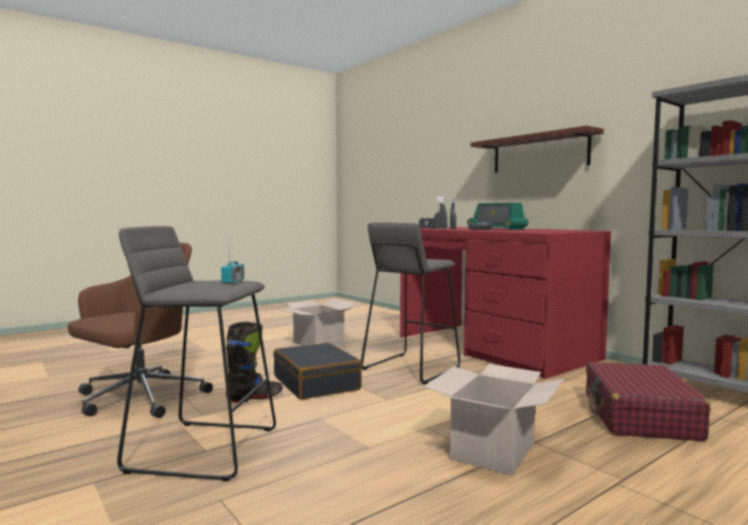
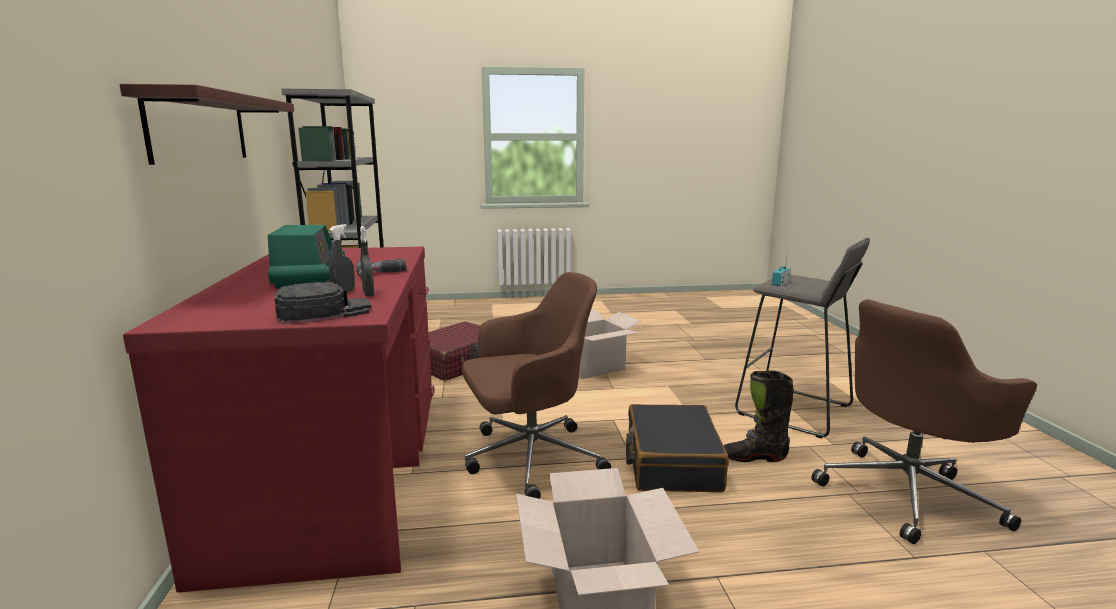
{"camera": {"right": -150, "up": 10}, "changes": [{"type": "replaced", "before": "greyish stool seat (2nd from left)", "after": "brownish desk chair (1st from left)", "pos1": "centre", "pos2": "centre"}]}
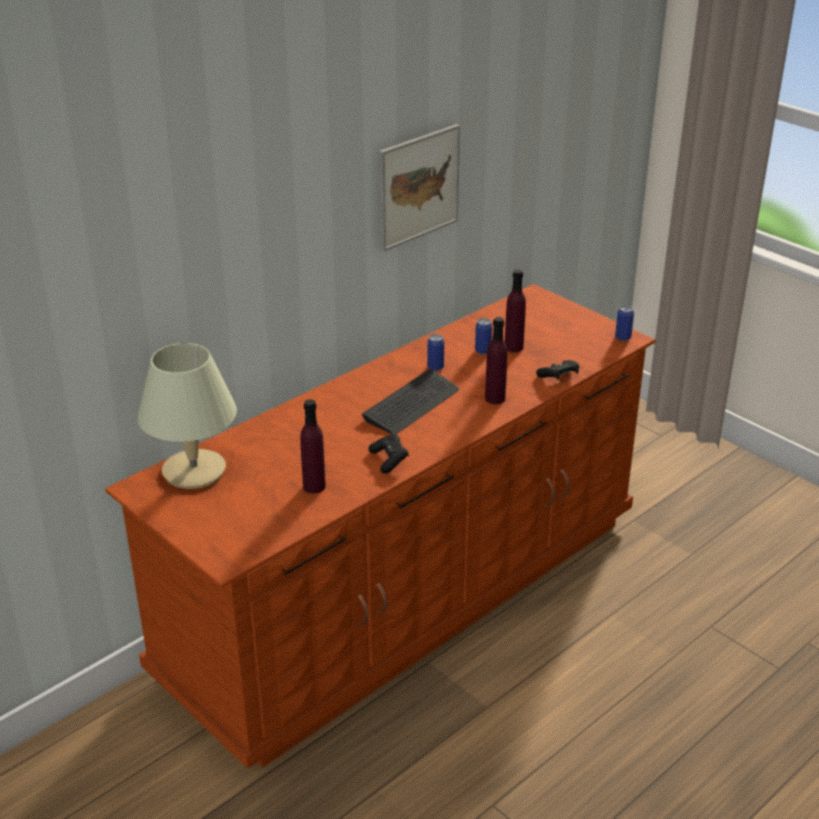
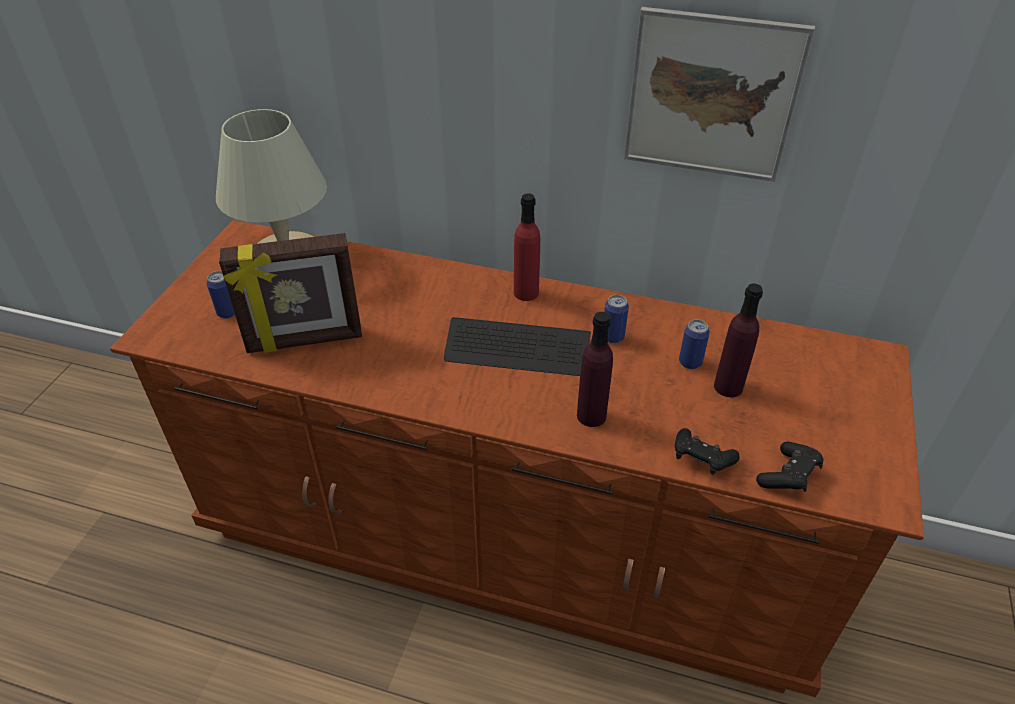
{"camera": {"right": 60, "up": 10}, "changes": [{"type": "moved", "before": "sealed can (3rd from left in the first image)", "after": "sealed can (1st from left)", "pos1": "middle right", "pos2": "middle left"}, {"type": "replaced", "before": "purple bottle (1st from left)", "after": "standing frame", "pos1": "centre", "pos2": "middle left"}, {"type": "moved", "before": "black-coloured gamepad (1st from left in the first image)", "after": "black-coloured gamepad (2nd from left)", "pos1": "centre", "pos2": "middle right"}, {"type": "added", "after": "reddish bottle", "pos2": "centre"}]}
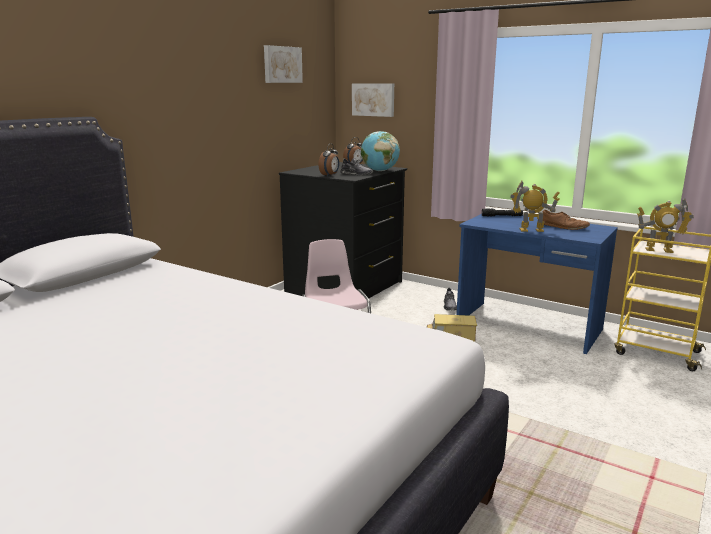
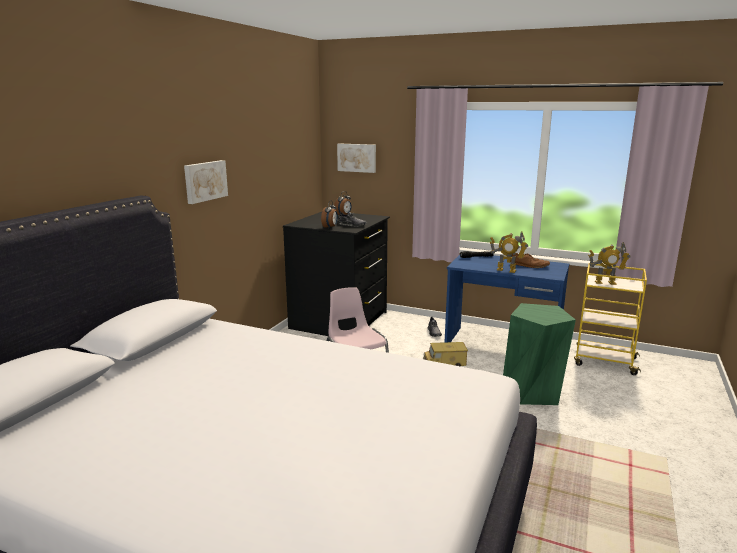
{"camera": {"right": -10, "up": 0}, "changes": [{"type": "moved", "before": "picture (1st from left)", "pos1": "top centre", "pos2": "top left"}, {"type": "removed", "before": "desk globe", "pos1": "top centre"}, {"type": "turned", "before": "model robot (1st from left)", "pos1": "middle right", "pos2": "middle right", "turn": -150}, {"type": "added", "after": "greenish stool seat", "pos2": "middle right"}]}
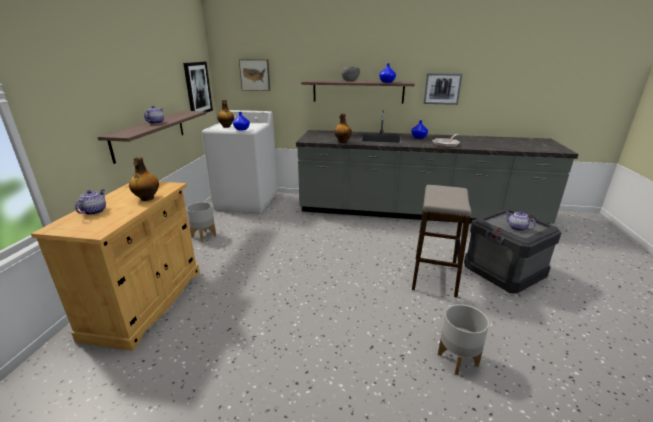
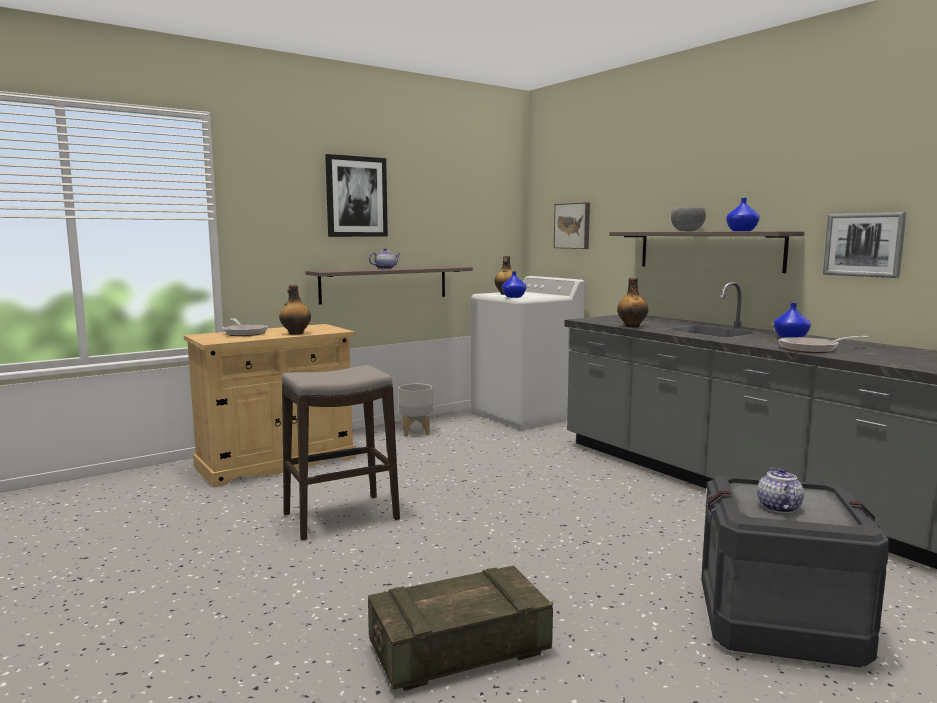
{"camera": {"right": 45, "up": -15}, "changes": [{"type": "moved", "before": "picture (1st from left)", "pos1": "top left", "pos2": "top centre"}, {"type": "moved", "before": "stool seat", "pos1": "middle right", "pos2": "centre"}, {"type": "replaced", "before": "tea pot (1st from left)", "after": "pan (1st from left)", "pos1": "middle left", "pos2": "middle left"}, {"type": "replaced", "before": "greyish plant pot (2nd from left)", "after": "packing crate (1st from left)", "pos1": "bottom right", "pos2": "bottom centre"}]}
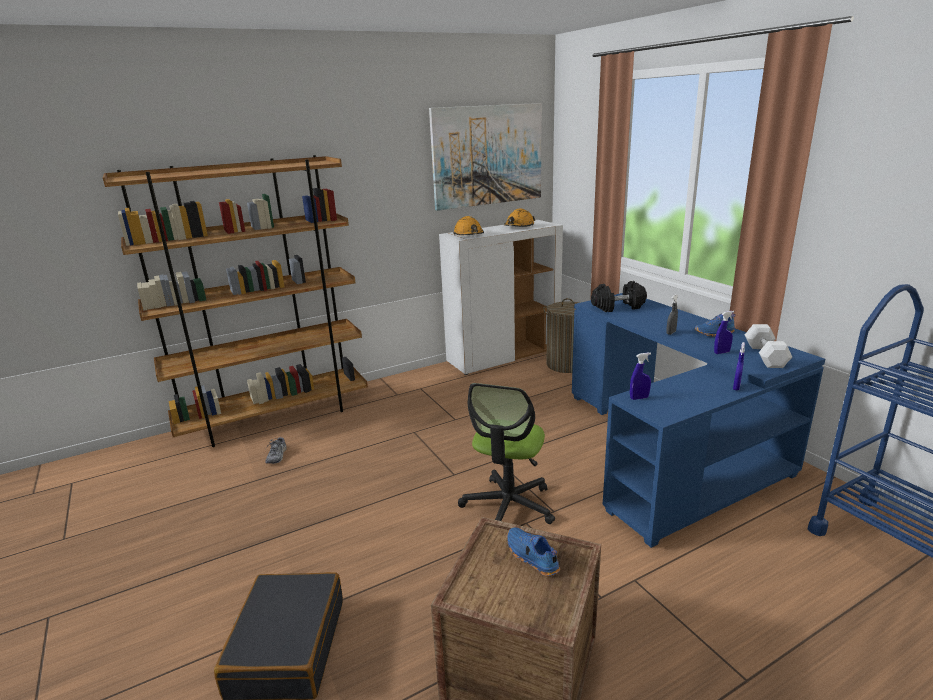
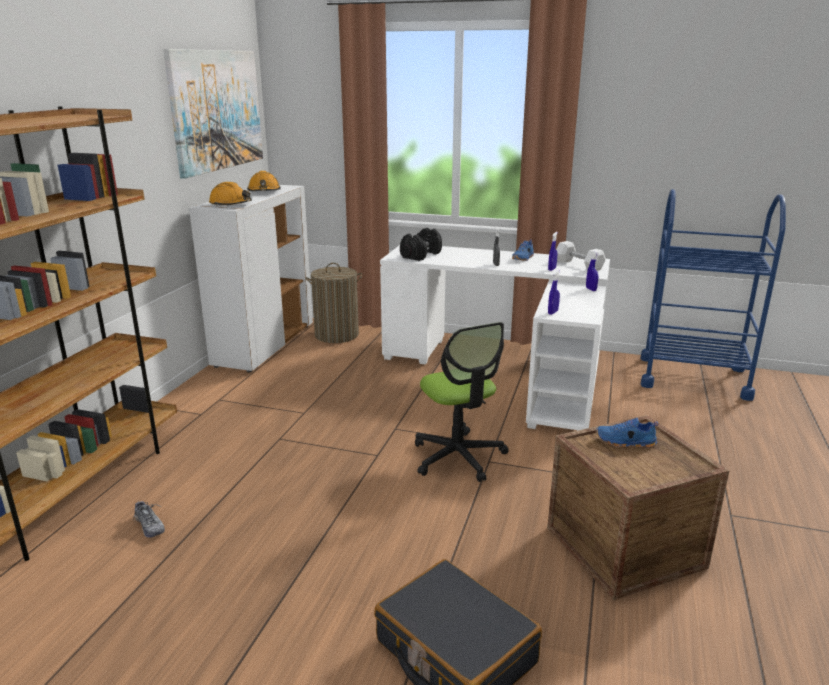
{"camera": {"right": -45, "up": 0}, "changes": [{"type": "recoloured", "before": "bluish desk", "after": "white desk", "pos1": "middle right", "pos2": "centre"}]}
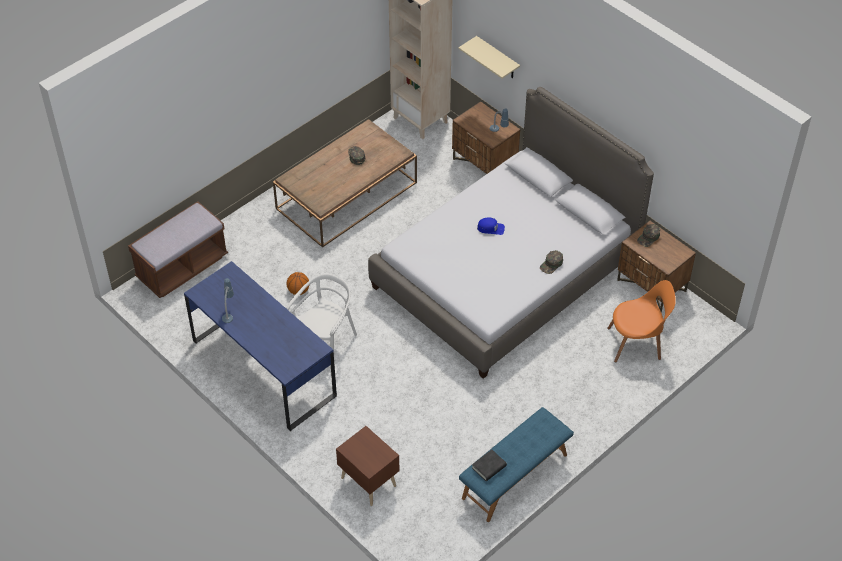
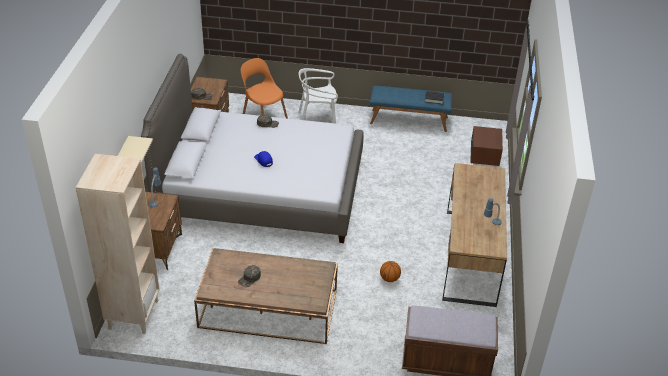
{"camera": {"right": -130, "up": -10}, "changes": [{"type": "recoloured", "before": "bluish desk", "after": "brownish desk", "pos1": "middle left", "pos2": "middle right"}, {"type": "moved", "before": "white upright chair", "pos1": "centre", "pos2": "top centre"}]}
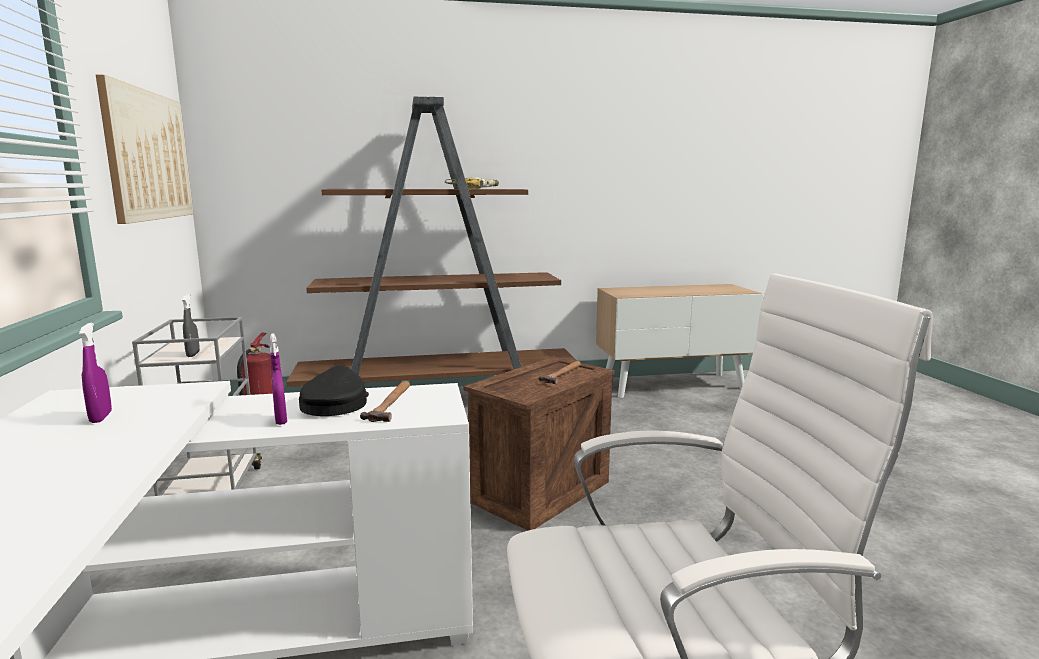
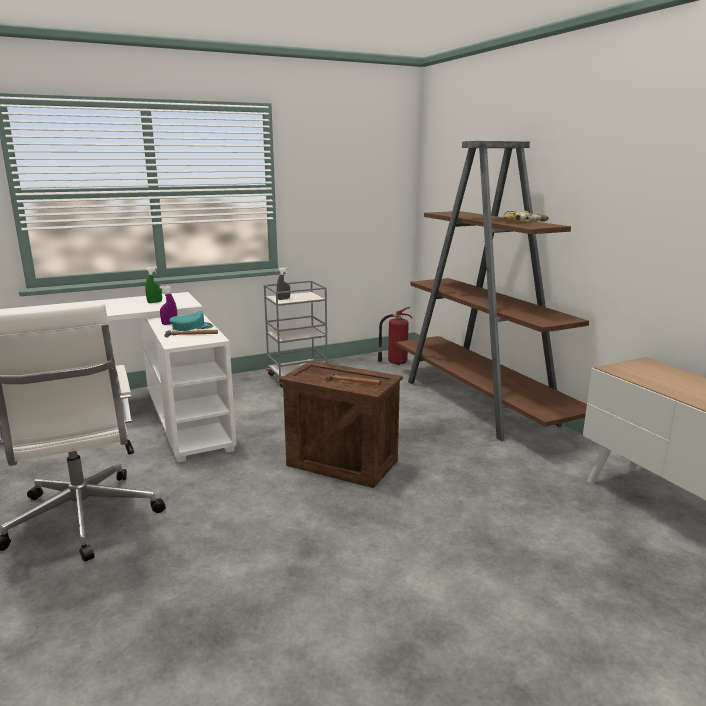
{"camera": {"right": 75, "up": 5}, "changes": [{"type": "removed", "before": "picture", "pos1": "top left"}, {"type": "recoloured", "before": "purple hand sprayer (1st from left)", "after": "greenish hand sprayer", "pos1": "middle left", "pos2": "middle left"}, {"type": "recoloured", "before": "black-coloured baseball cap", "after": "blue-green baseball cap", "pos1": "middle left", "pos2": "middle left"}]}
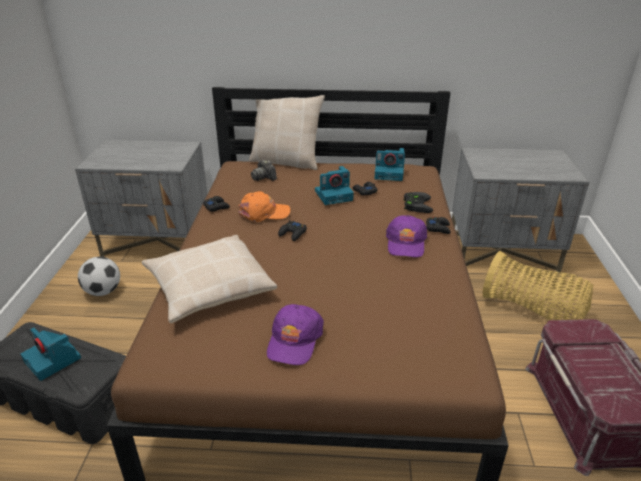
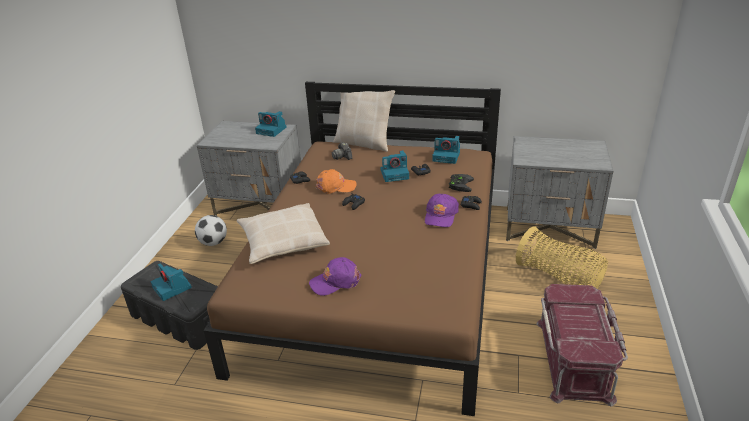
{"camera": {"right": 10, "up": 0}, "changes": [{"type": "turned", "before": "purple baseball cap (1st from left)", "pos1": "bottom centre", "pos2": "centre", "turn": 45}, {"type": "added", "after": "still camera (2nd from left)", "pos2": "top centre"}]}
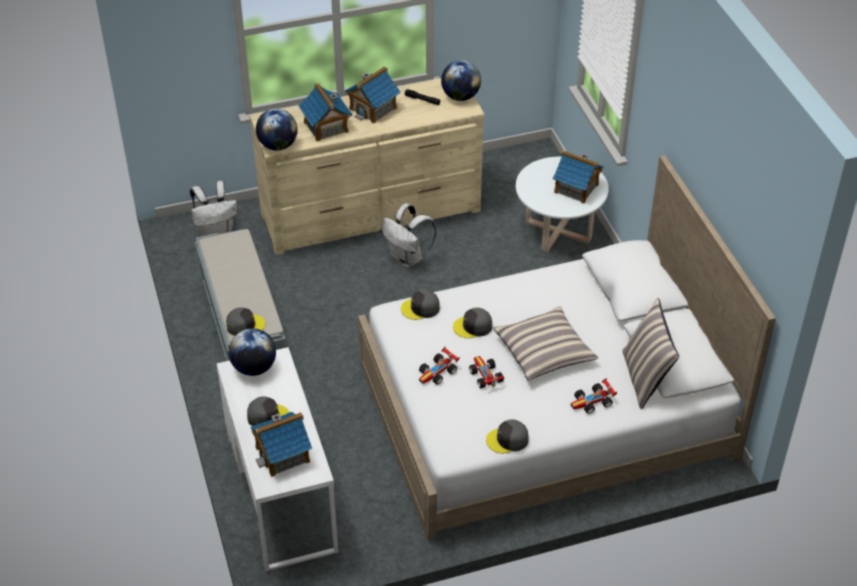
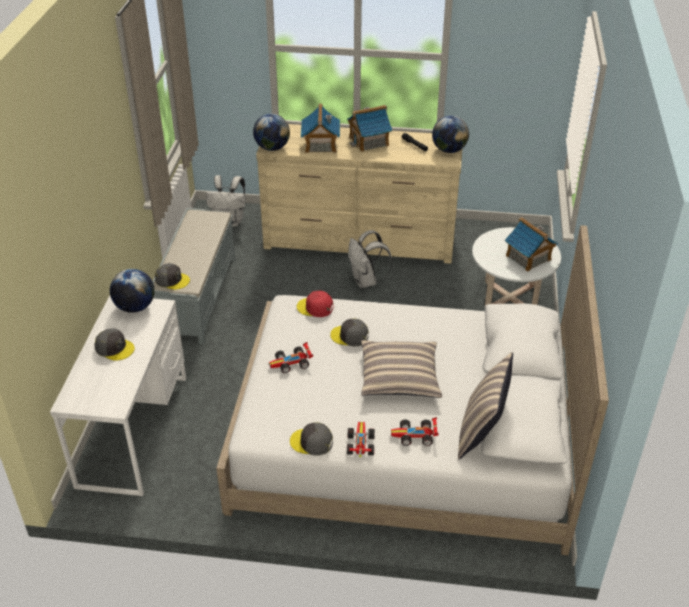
{"camera": {"right": 25, "up": -5}, "changes": [{"type": "recoloured", "before": "greyish baseball cap (3rd from left)", "after": "reddish baseball cap", "pos1": "centre", "pos2": "centre"}, {"type": "moved", "before": "miniature car (2nd from left)", "pos1": "centre", "pos2": "bottom centre"}, {"type": "removed", "before": "model house (1st from left)", "pos1": "bottom left"}]}
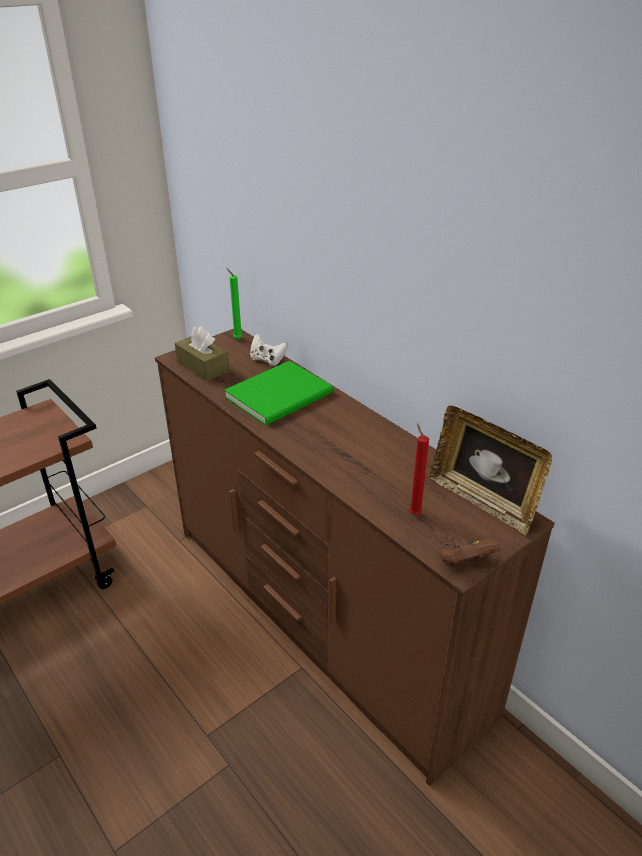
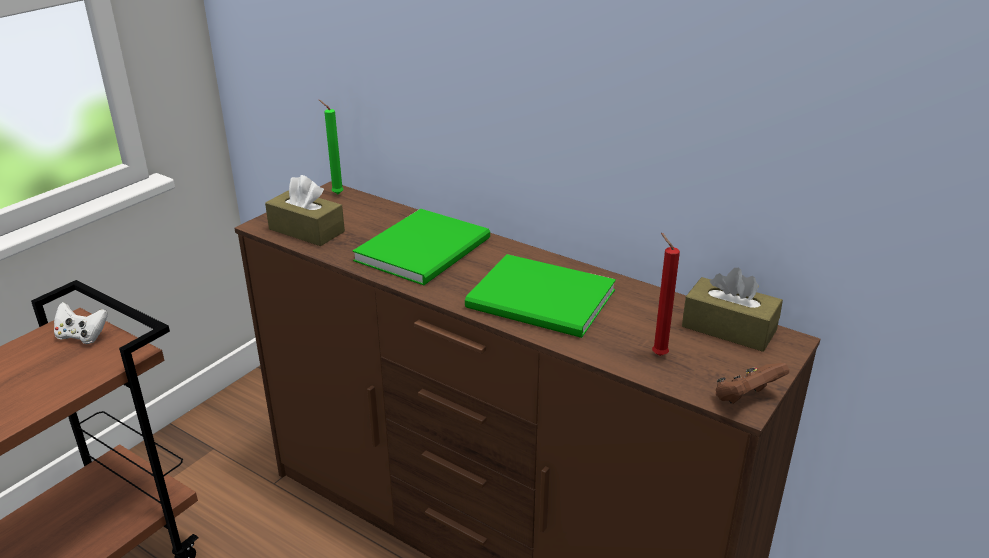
{"camera": {"right": -15, "up": -5}, "changes": [{"type": "moved", "before": "white gamepad", "pos1": "centre", "pos2": "middle left"}, {"type": "replaced", "before": "standing frame", "after": "brownish tissue holder (2nd from left)", "pos1": "middle right", "pos2": "middle right"}, {"type": "added", "after": "greenish book (2nd from left)", "pos2": "centre"}]}
